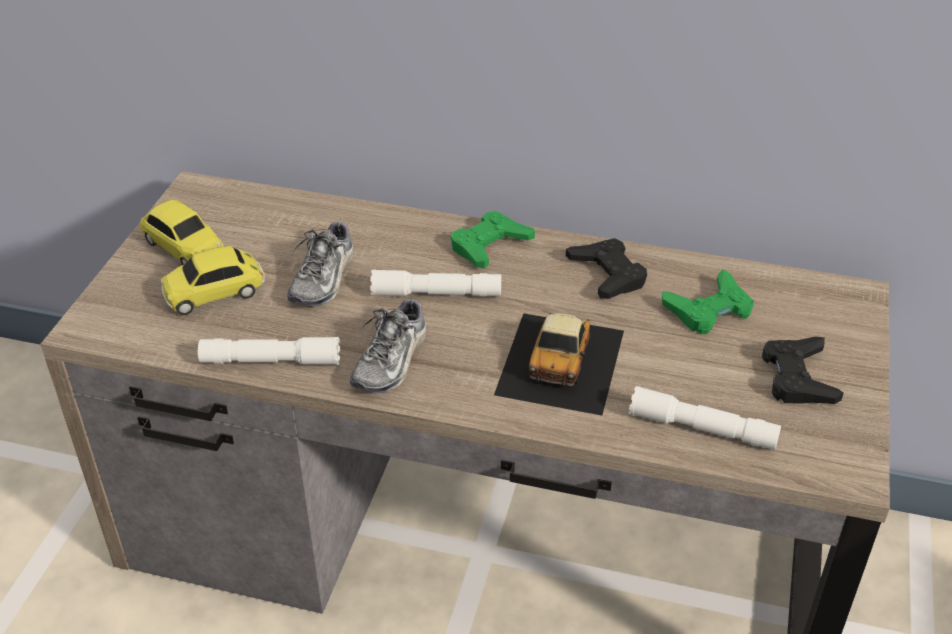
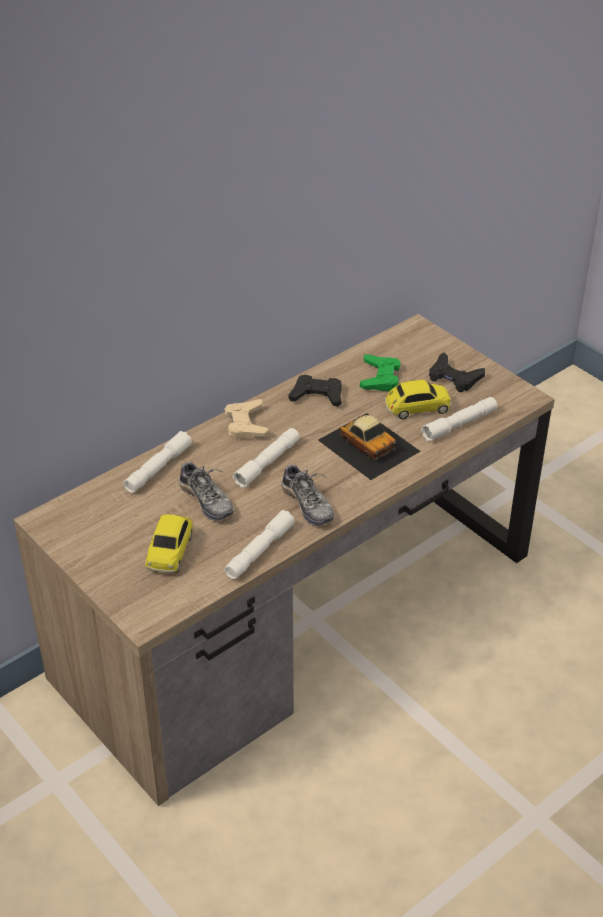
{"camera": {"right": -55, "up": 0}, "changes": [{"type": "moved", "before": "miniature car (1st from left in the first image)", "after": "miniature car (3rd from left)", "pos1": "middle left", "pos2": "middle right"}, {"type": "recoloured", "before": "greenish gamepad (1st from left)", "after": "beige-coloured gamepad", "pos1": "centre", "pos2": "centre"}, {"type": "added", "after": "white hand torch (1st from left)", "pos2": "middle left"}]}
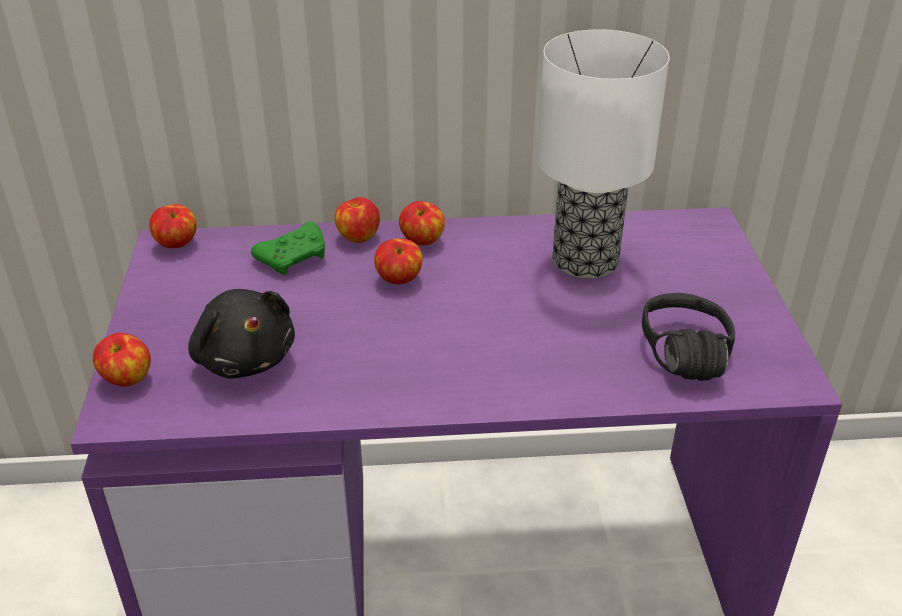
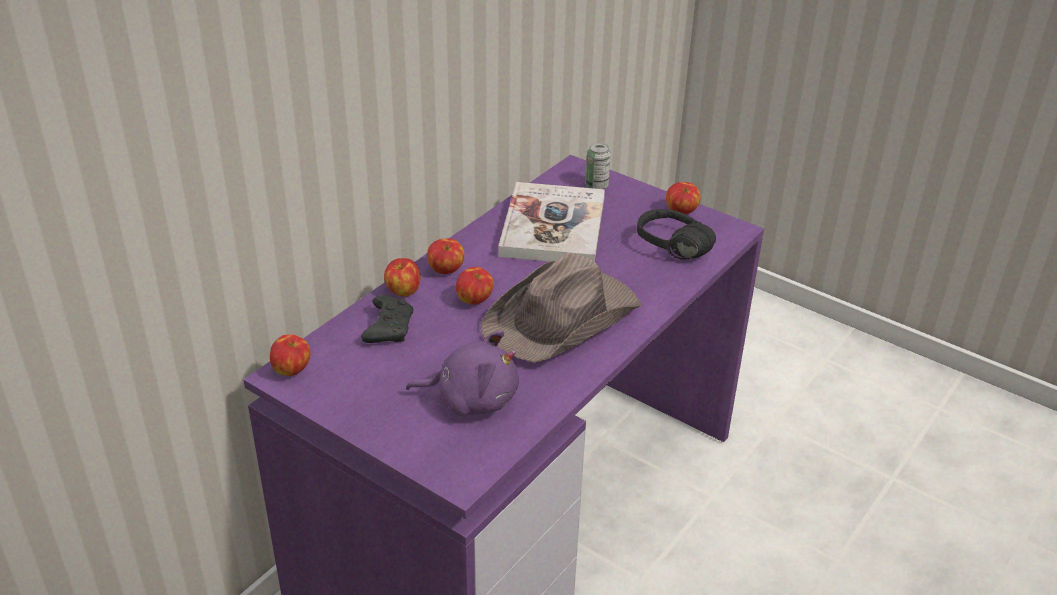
{"camera": {"right": -50, "up": 0}, "changes": [{"type": "replaced", "before": "tabletop lamp", "after": "book", "pos1": "top right", "pos2": "centre"}, {"type": "recoloured", "before": "greenish gamepad", "after": "black-coloured gamepad", "pos1": "middle left", "pos2": "centre"}, {"type": "recoloured", "before": "black-coloured cuddly toy", "after": "purple cuddly toy", "pos1": "middle left", "pos2": "centre"}, {"type": "moved", "before": "apple fruit (1st from left in the first image)", "after": "apple fruit (5th from left)", "pos1": "middle left", "pos2": "top centre"}, {"type": "added", "after": "sealed can", "pos2": "top centre"}, {"type": "added", "after": "brownish clothing hat", "pos2": "centre"}]}
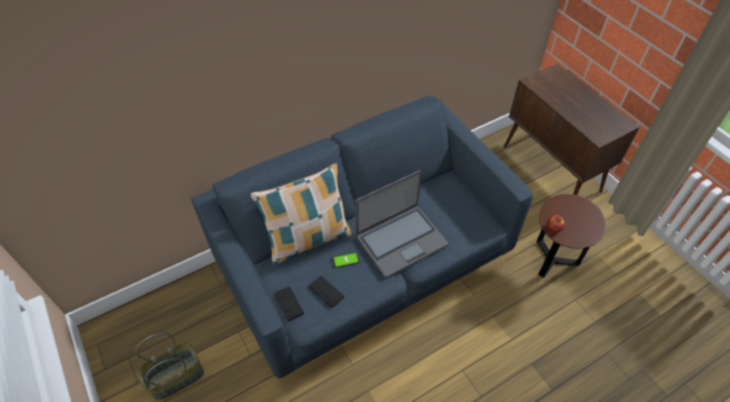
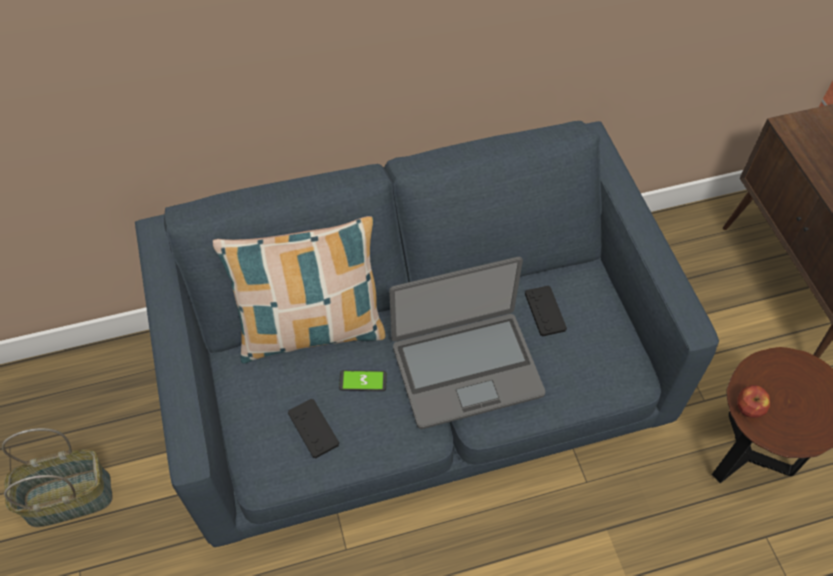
{"camera": {"right": 15, "up": 5}, "changes": [{"type": "moved", "before": "black-coloured gamepad (1st from left in the first image)", "after": "black-coloured gamepad (2nd from left)", "pos1": "bottom centre", "pos2": "centre"}]}
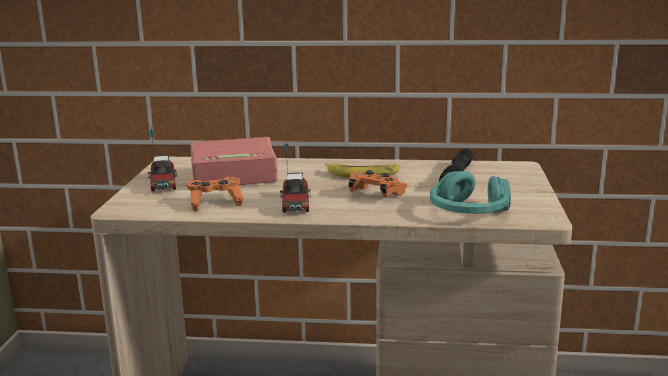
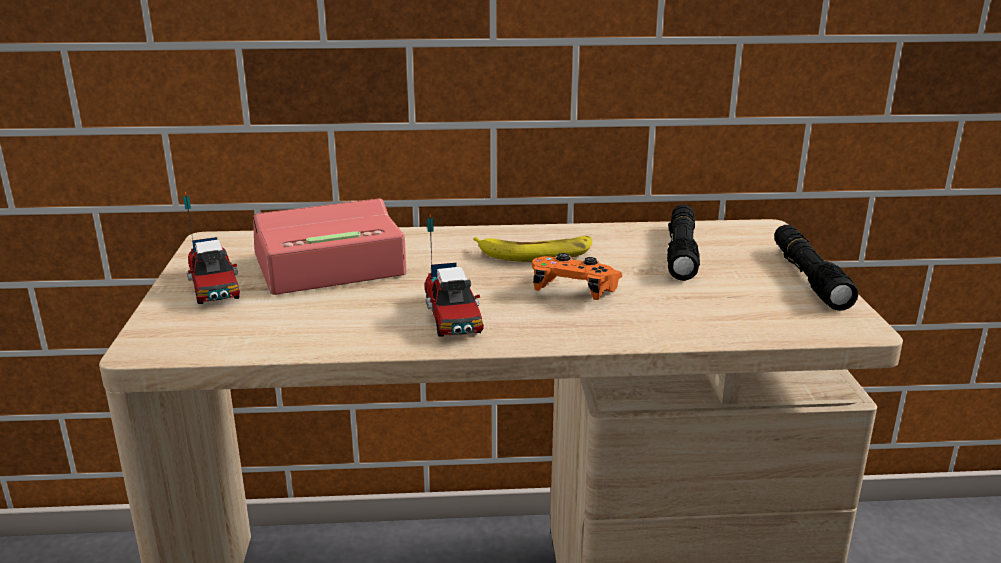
{"camera": {"right": -10, "up": 5}, "changes": [{"type": "removed", "before": "blue-green pair of headphones", "pos1": "middle right"}, {"type": "removed", "before": "orange-coloured gamepad (1st from left)", "pos1": "middle left"}, {"type": "added", "after": "black-coloured hand torch (2nd from left)", "pos2": "middle right"}]}
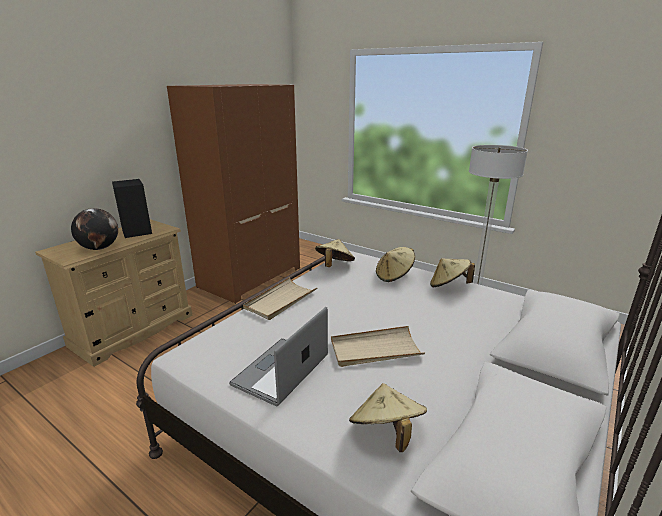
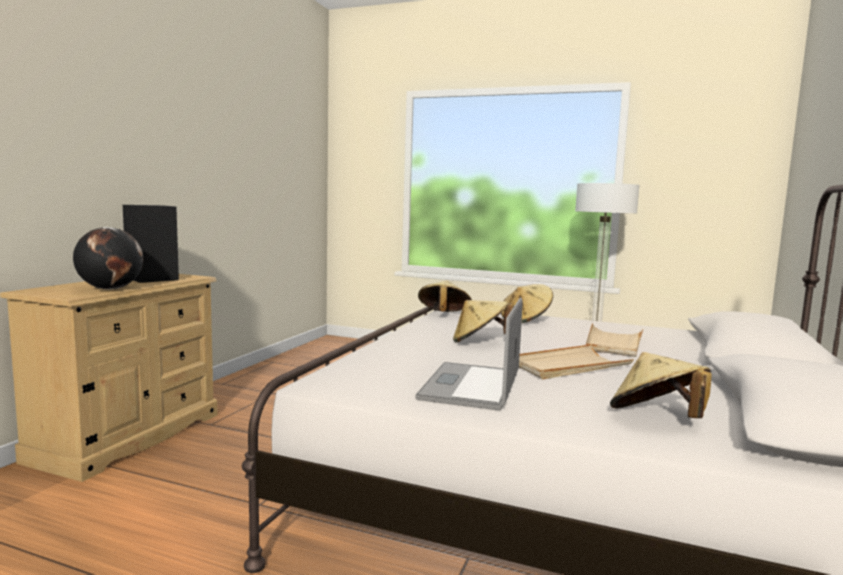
{"camera": {"right": -15, "up": -15}, "changes": [{"type": "removed", "before": "brownish armoire", "pos1": "centre"}, {"type": "moved", "before": "beige-coloured clothing hat (4th from left in the first image)", "after": "beige-coloured clothing hat (2nd from left)", "pos1": "middle right", "pos2": "centre"}, {"type": "moved", "before": "beige-coloured carrying tray (1st from left in the first image)", "after": "beige-coloured carrying tray (2nd from left)", "pos1": "centre", "pos2": "middle right"}]}
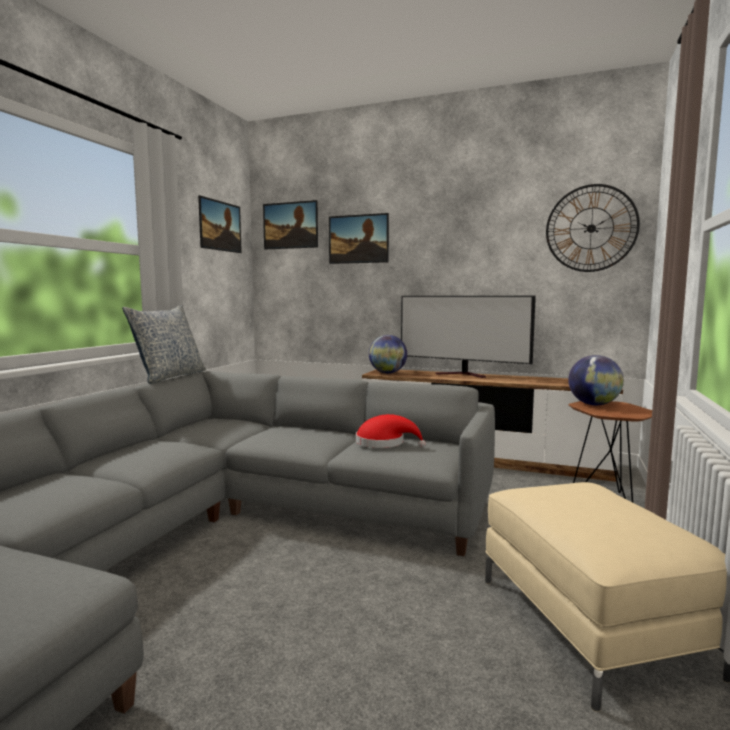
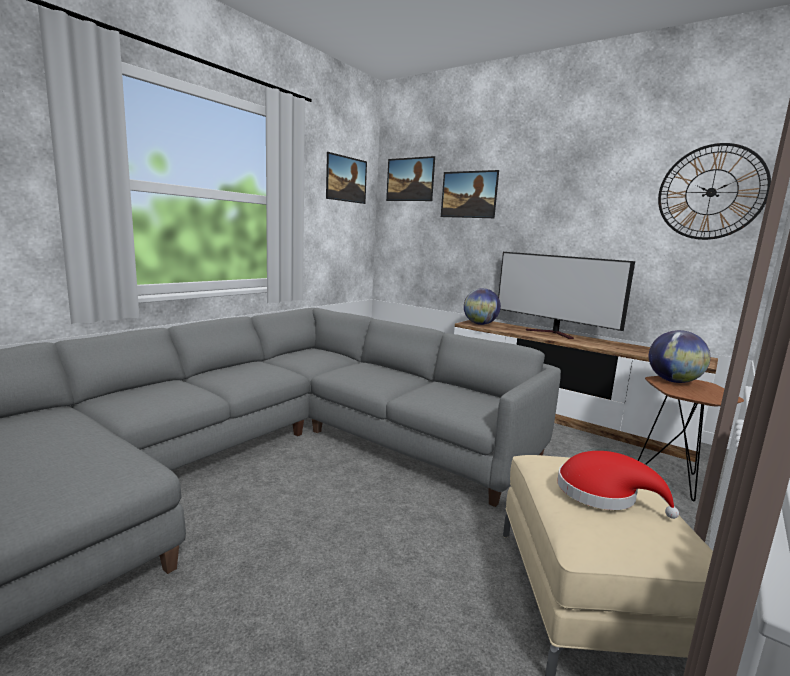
{"camera": {"right": 15, "up": 5}, "changes": [{"type": "removed", "before": "cushion", "pos1": "middle left"}, {"type": "moved", "before": "reddish clothing hat", "pos1": "centre", "pos2": "bottom right"}]}
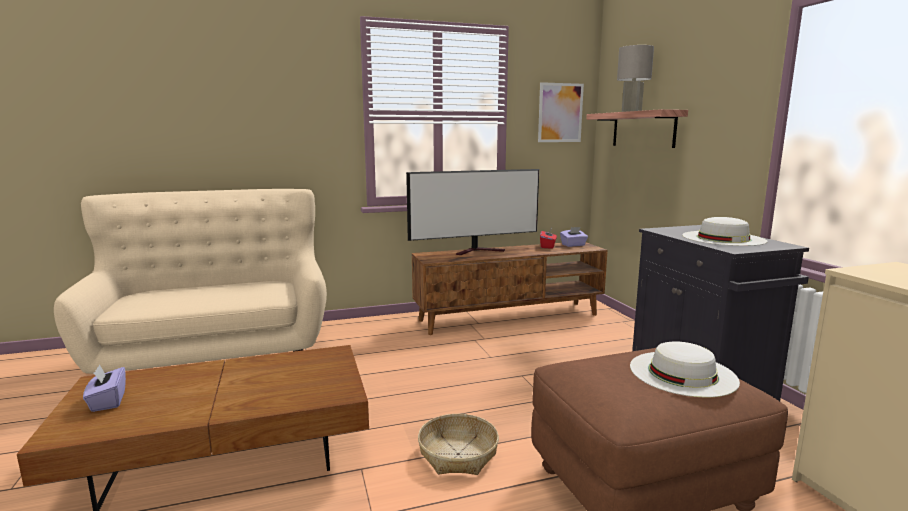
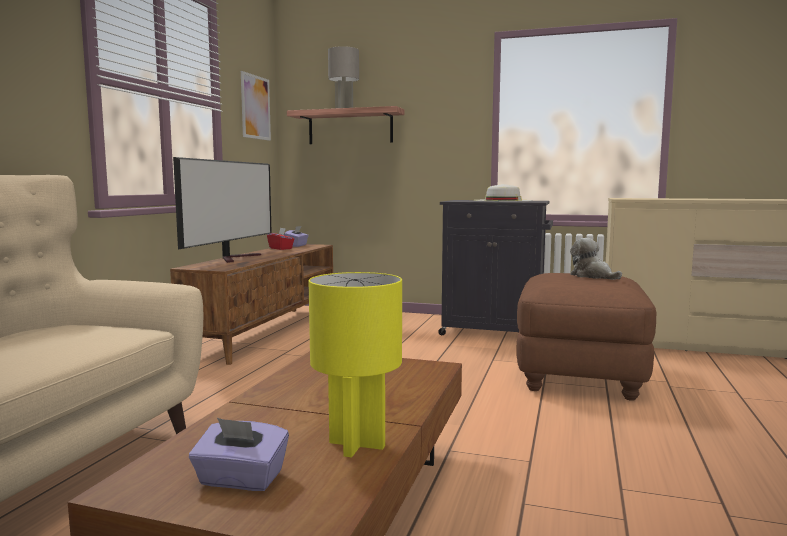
{"camera": {"right": -55, "up": -5}, "changes": [{"type": "replaced", "before": "white clothing hat (1st from left)", "after": "cuddly toy", "pos1": "bottom right", "pos2": "middle right"}, {"type": "removed", "before": "storage basket", "pos1": "bottom centre"}, {"type": "added", "after": "yellow tabletop lamp", "pos2": "bottom centre"}]}
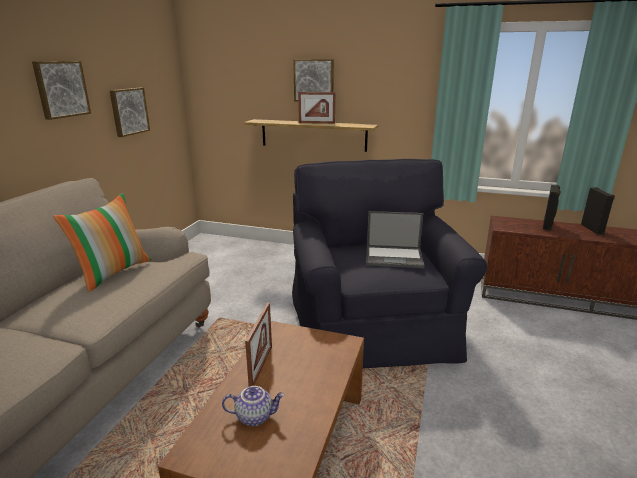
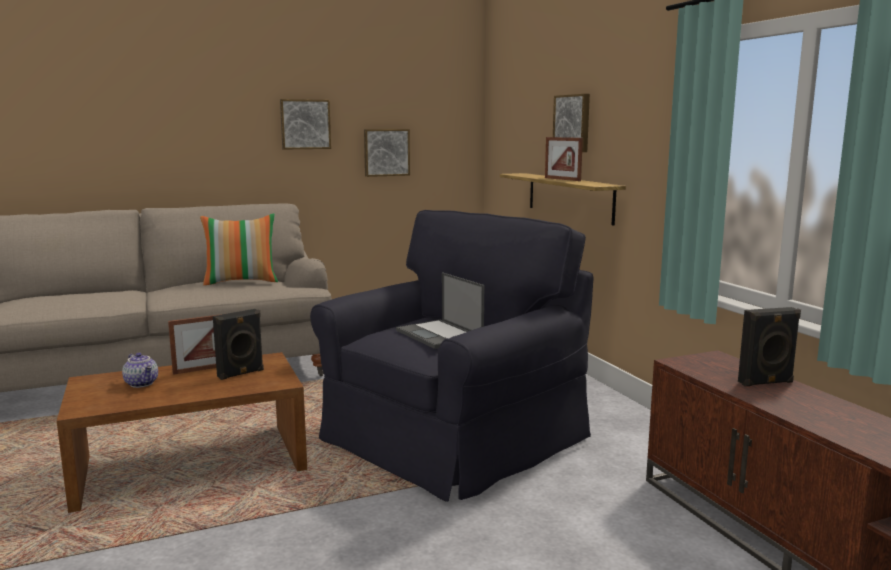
{"camera": {"right": 50, "up": -10}, "changes": [{"type": "moved", "before": "black-coloured speaker (2nd from left in the first image)", "after": "black-coloured speaker (1st from left)", "pos1": "middle right", "pos2": "middle left"}]}
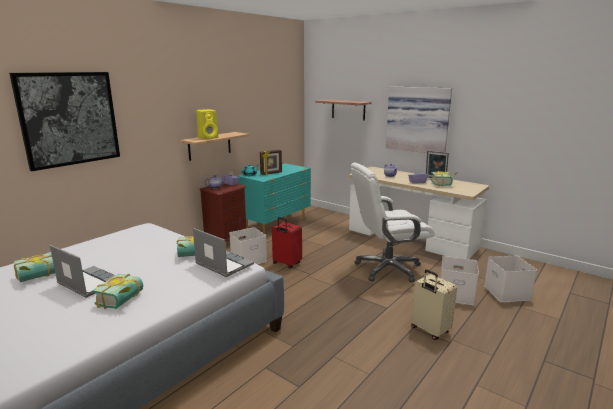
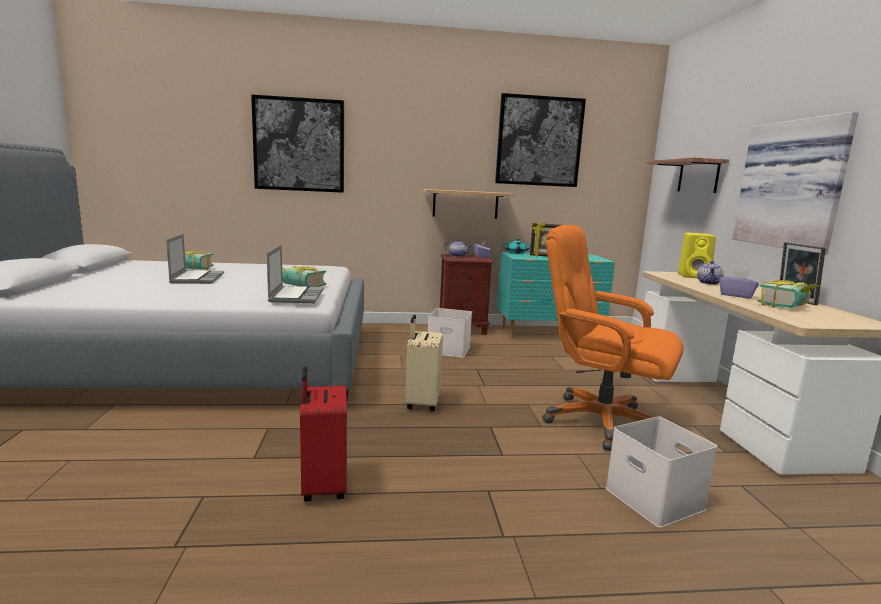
{"camera": {"right": 45, "up": -5}, "changes": [{"type": "moved", "before": "yellow speaker", "pos1": "top centre", "pos2": "middle right"}, {"type": "recoloured", "before": "white desk chair", "after": "orange-coloured desk chair", "pos1": "centre", "pos2": "middle right"}, {"type": "moved", "before": "reddish suitcase", "pos1": "centre", "pos2": "bottom centre"}, {"type": "removed", "before": "white storage container (3rd from left)", "pos1": "bottom right"}, {"type": "moved", "before": "beige-coloured suitcase", "pos1": "bottom right", "pos2": "centre"}, {"type": "removed", "before": "book (2nd from left)", "pos1": "bottom left"}, {"type": "added", "after": "picture (2nd from left)", "pos2": "top centre"}]}
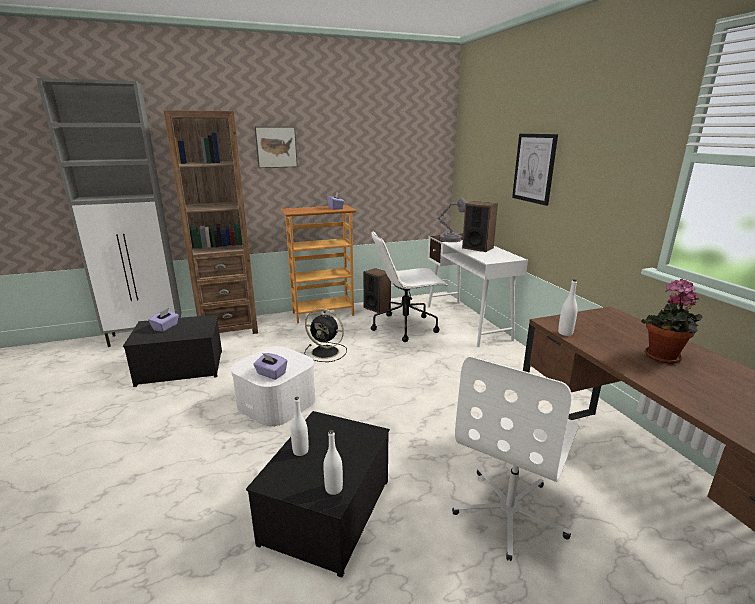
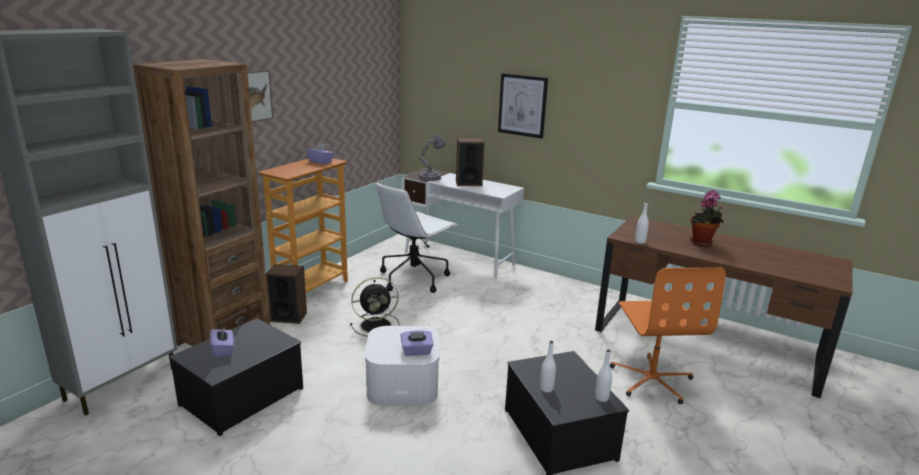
{"camera": {"right": -40, "up": 0}, "changes": [{"type": "moved", "before": "speaker (1st from left)", "pos1": "centre", "pos2": "middle left"}, {"type": "recoloured", "before": "white desk chair (2nd from left)", "after": "orange-coloured desk chair", "pos1": "bottom right", "pos2": "bottom right"}]}
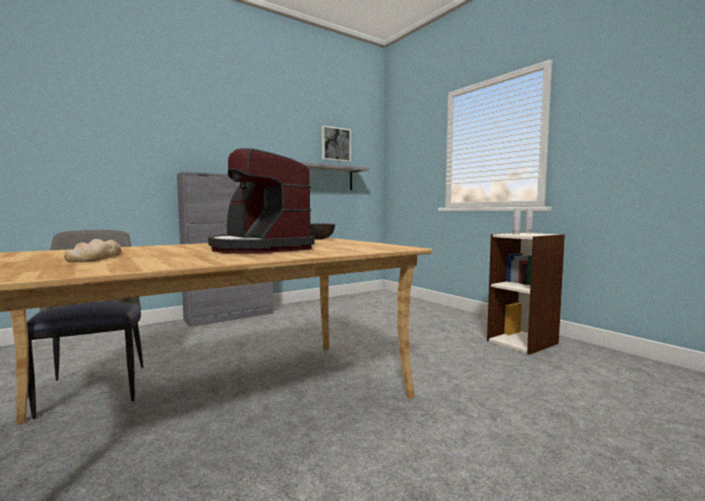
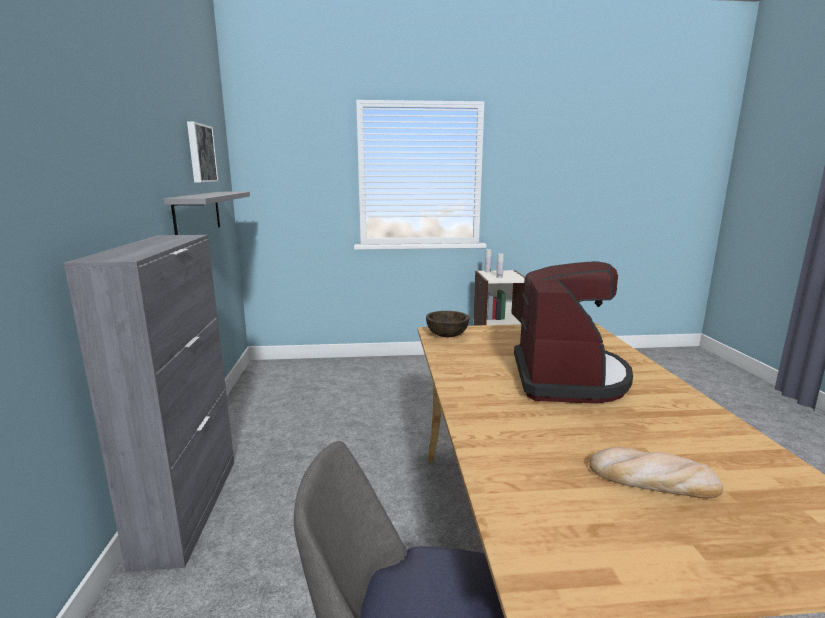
{"camera": {"right": -60, "up": 10}, "changes": [{"type": "turned", "before": "coffee maker", "pos1": "centre", "pos2": "middle right", "turn": -75}]}
